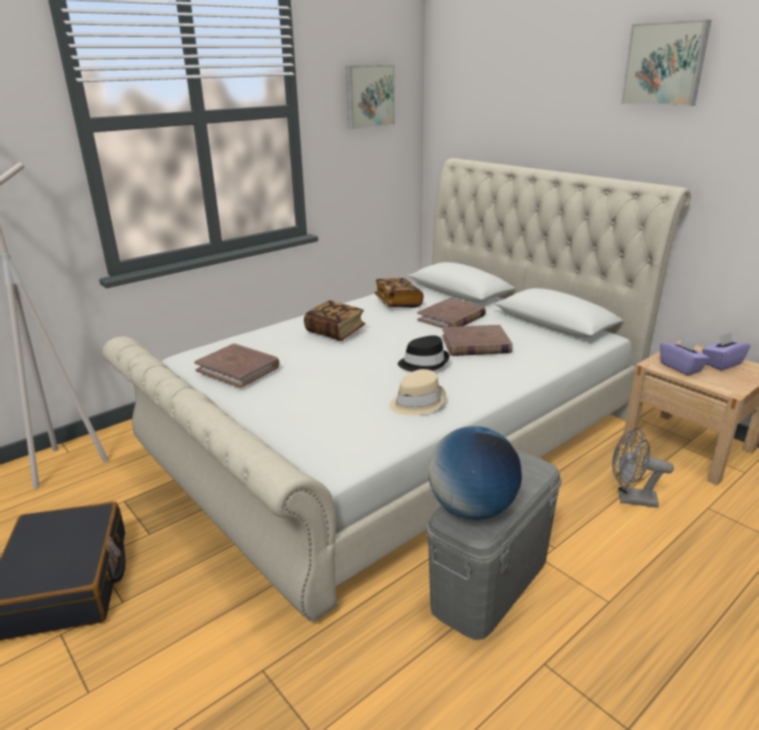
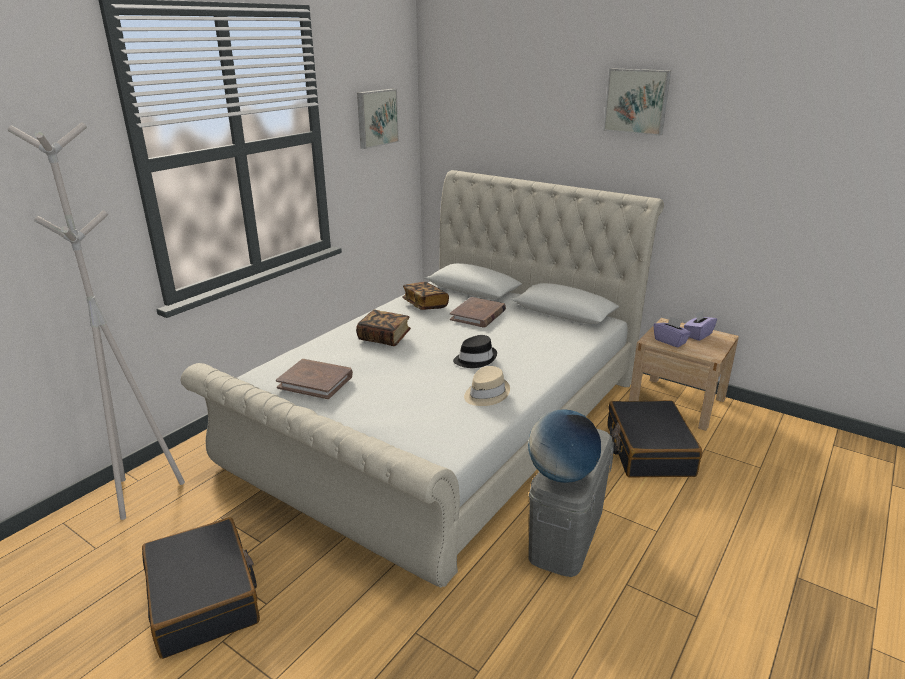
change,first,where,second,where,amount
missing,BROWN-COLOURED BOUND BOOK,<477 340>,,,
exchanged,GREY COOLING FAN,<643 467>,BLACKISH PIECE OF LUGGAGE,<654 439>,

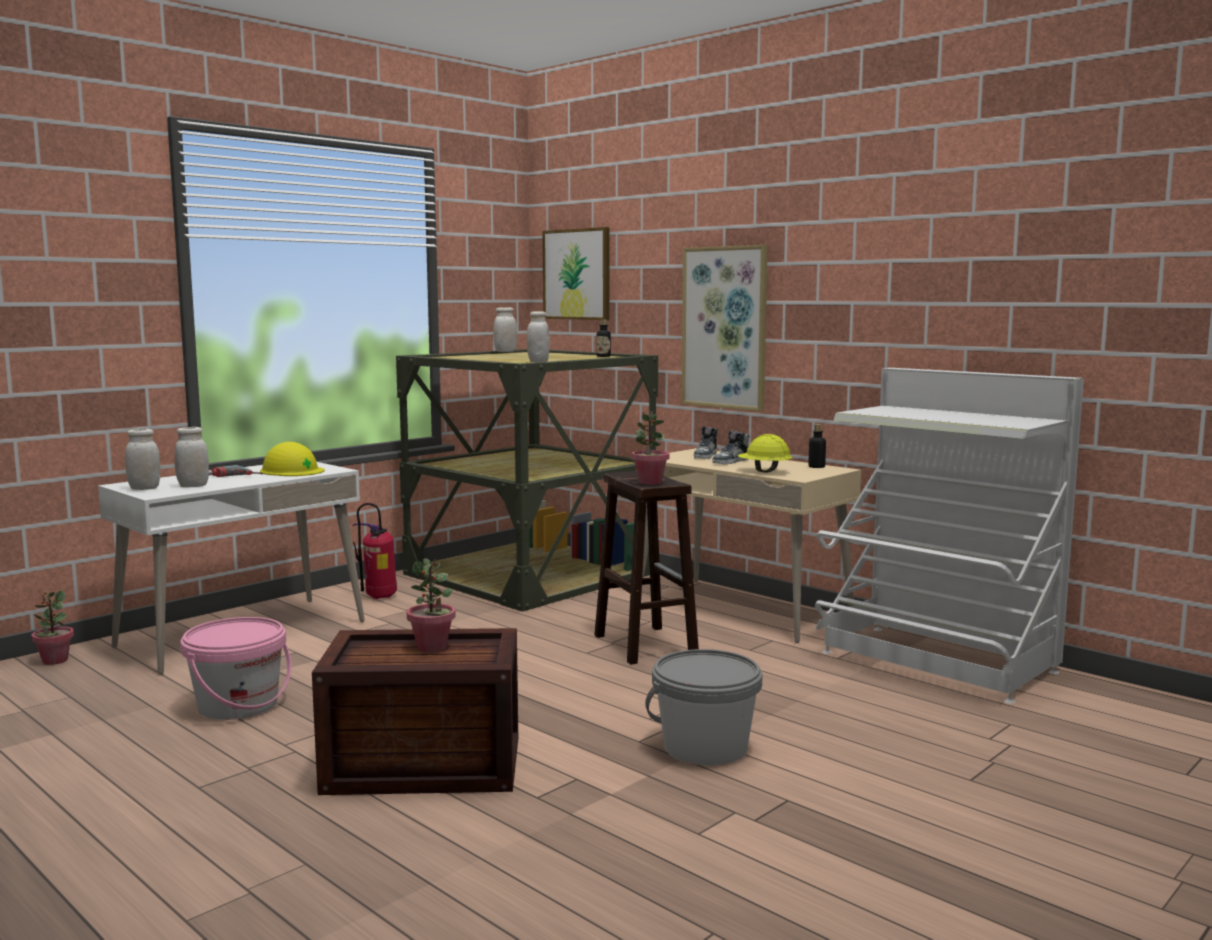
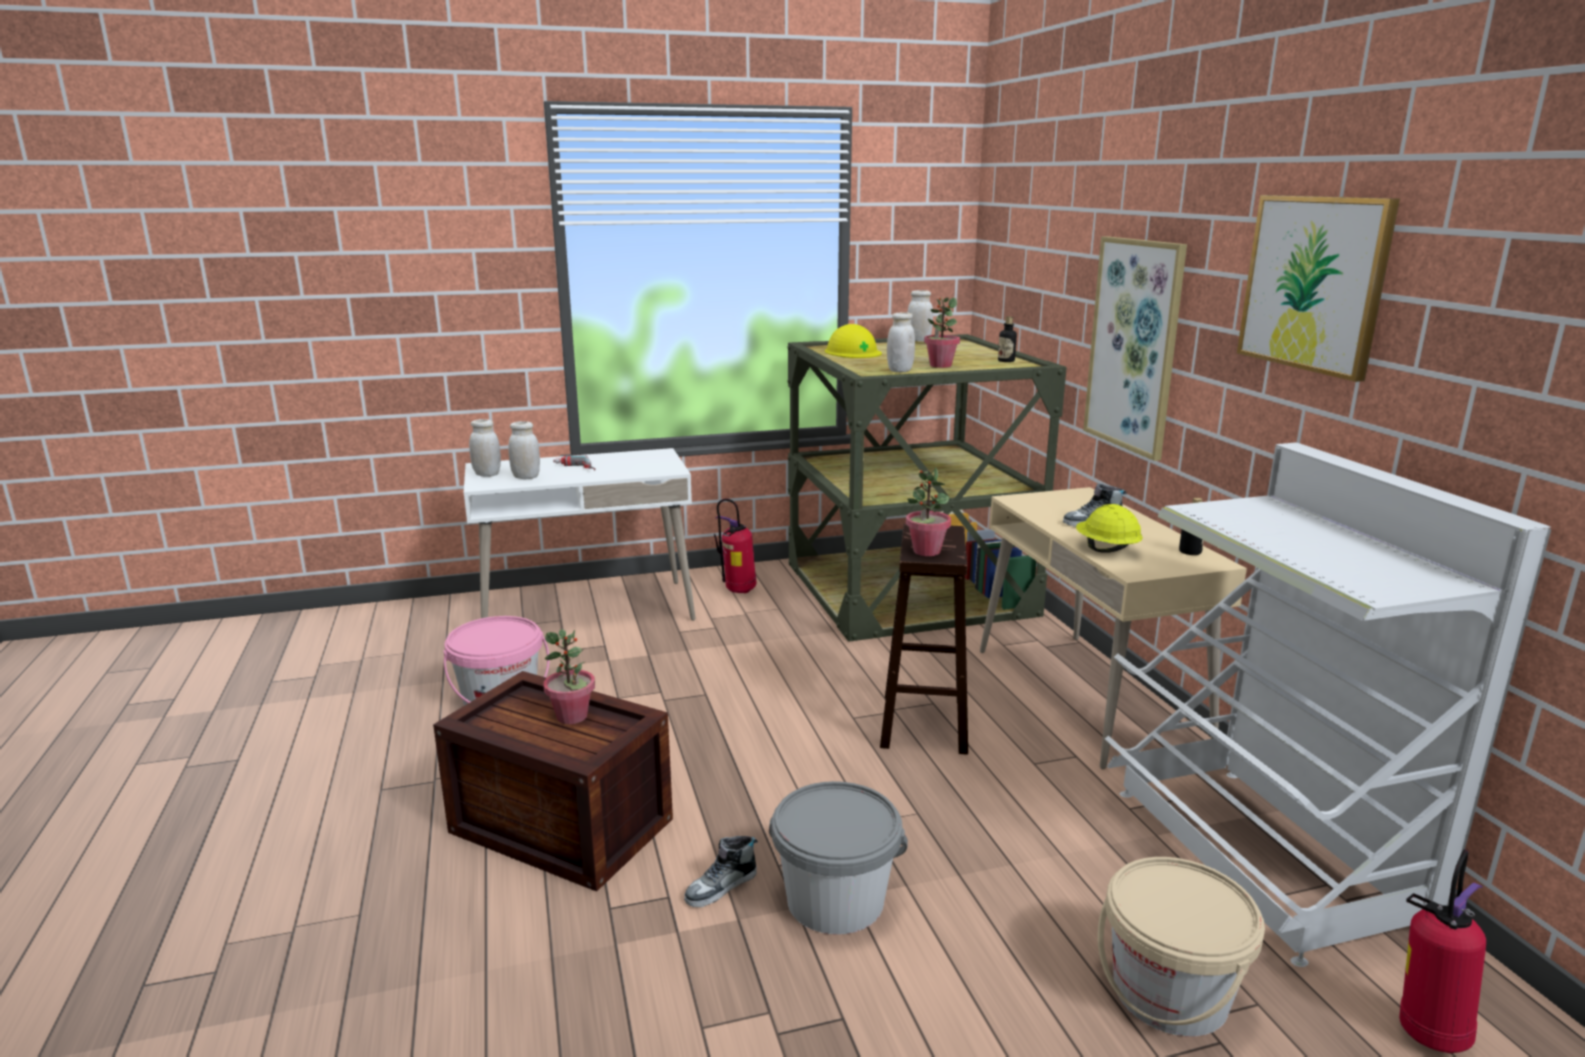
change,first,where,second,where,amount
relocated,PICTURE,<575 273>,,<1318 288>,
relocated,LOW SHOE,<706 442>,,<721 871>,
relocated,YELLOWISH HARD HAT,<292 459>,,<853 341>,
relocated,PLANT IN A POT,<52 627>,,<942 332>,
appeared,,,FIRE EXTINGUISHER,<1442 951>,
appeared,,,BEIGE-COLOURED WATER BUCKET,<1181 946>,

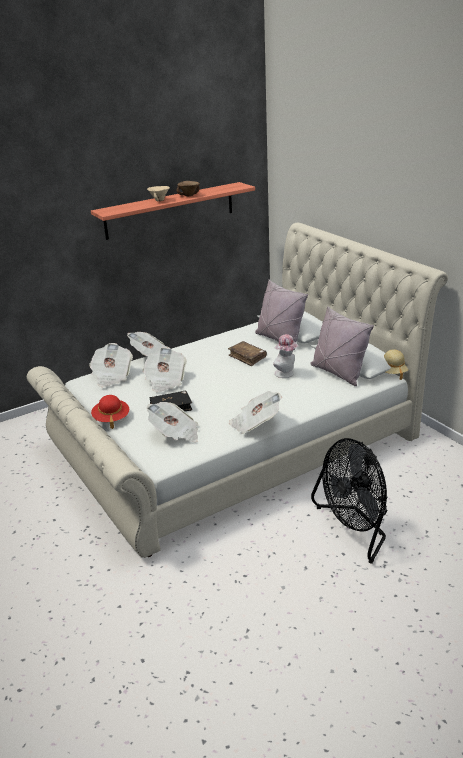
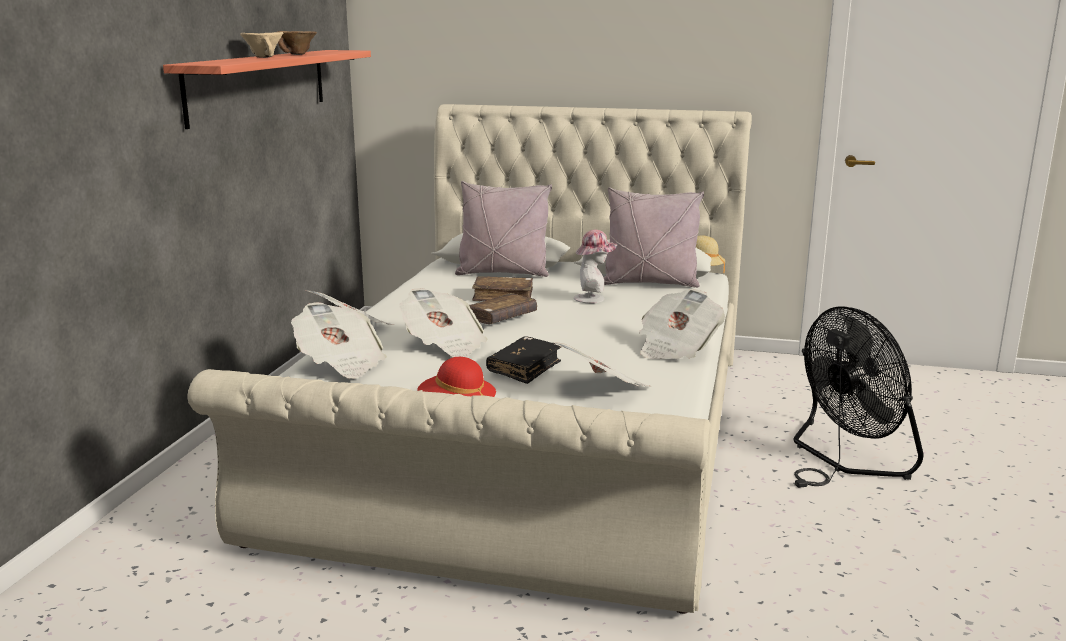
change,first,where,second,where,amount
spun,BLACKISH COOLING FAN,<349 501>,,<858 397>,135 degrees counterclockwise
appeared,,,BROWN-COLOURED BOUND BOOK,<503 308>,

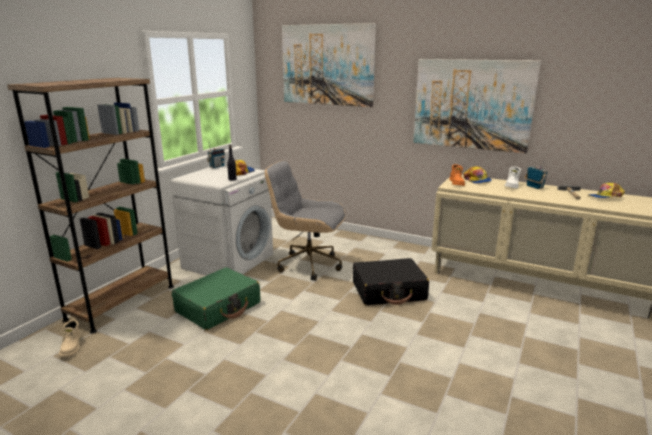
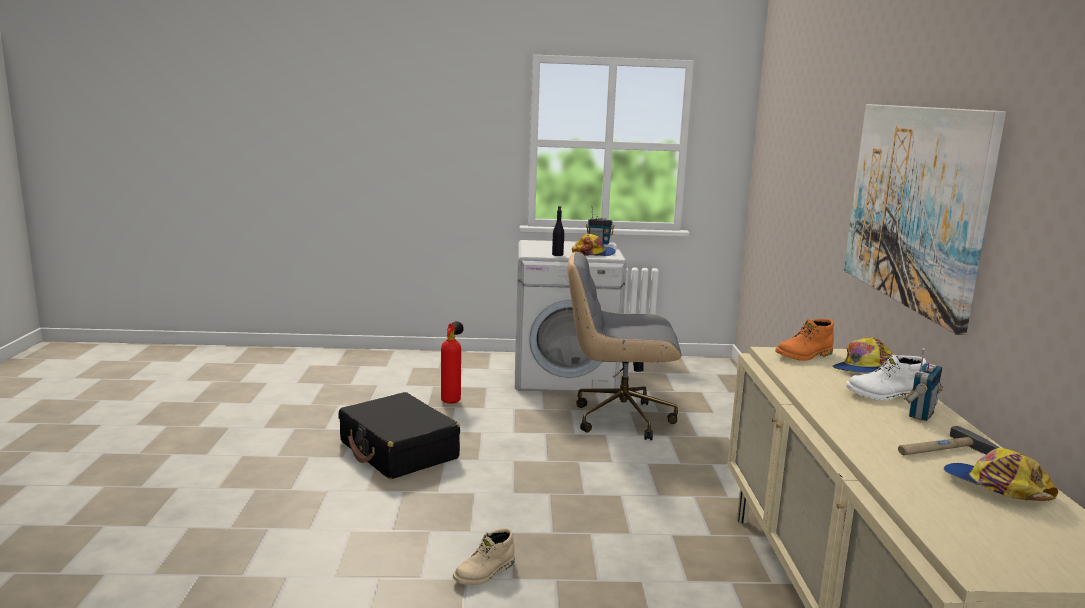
change,first,where,second,where,amount
missing,PICTURE,<329 65>,,,
missing,BROWN-COLOURED SHELVING UNIT,<90 206>,,,
spun,GREY OFFICE CHAIR,<305 220>,,<625 345>,75 degrees counterclockwise
relocated,BLACKISH PIECE OF LUGGAGE,<391 281>,,<399 435>,
exchanged,GREEN PIECE OF LUGGAGE,<216 298>,FIRE EXTINGUISHER,<452 362>,
relocated,BEIGE-COLOURED BOOT,<70 338>,,<484 556>,

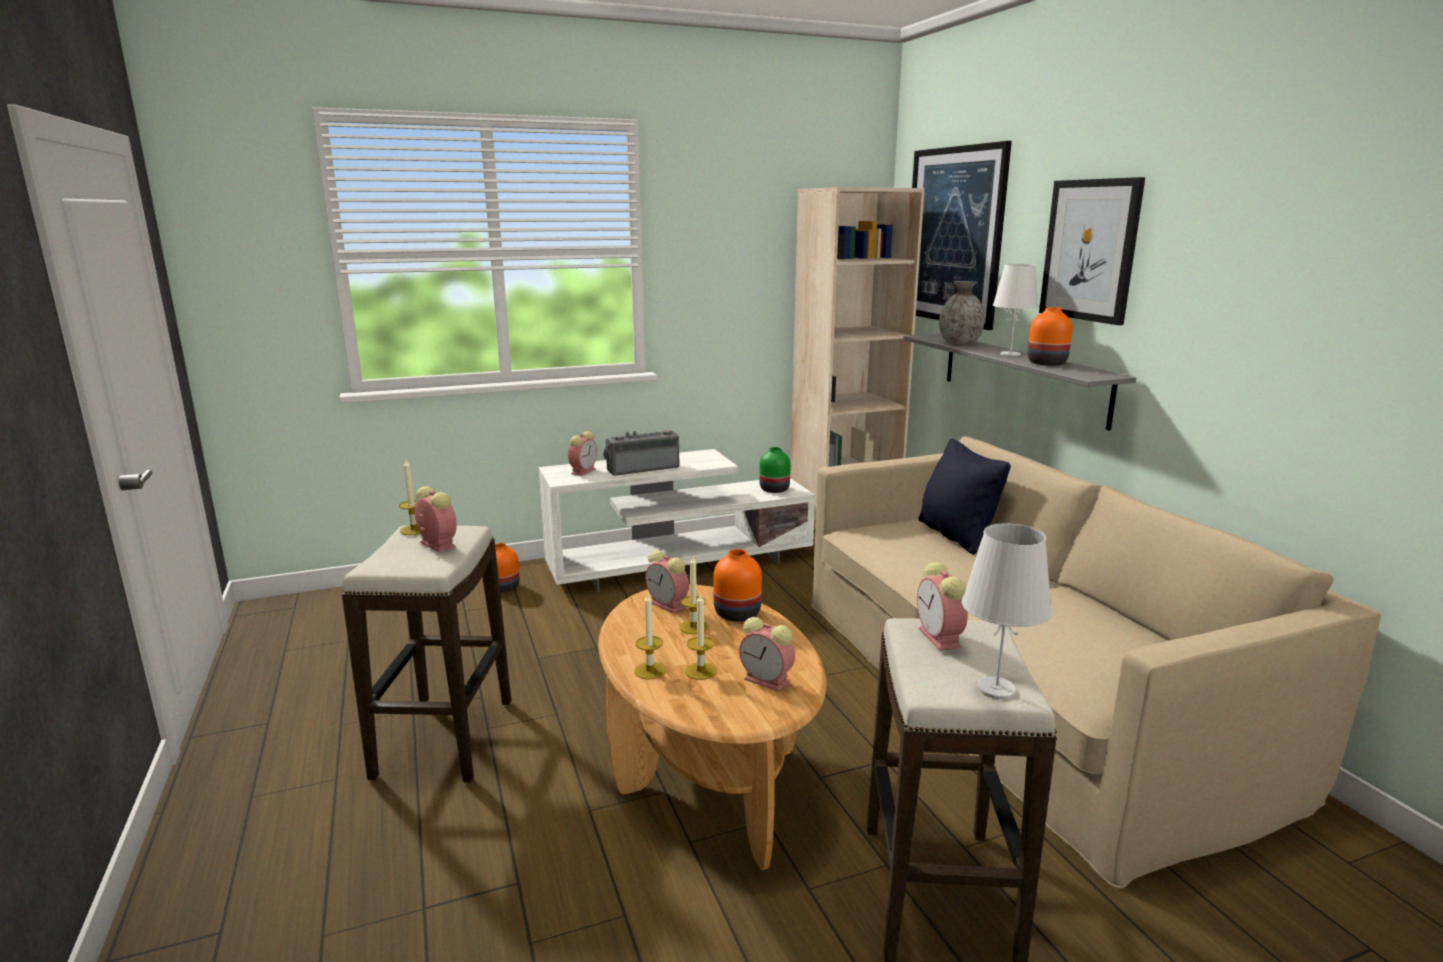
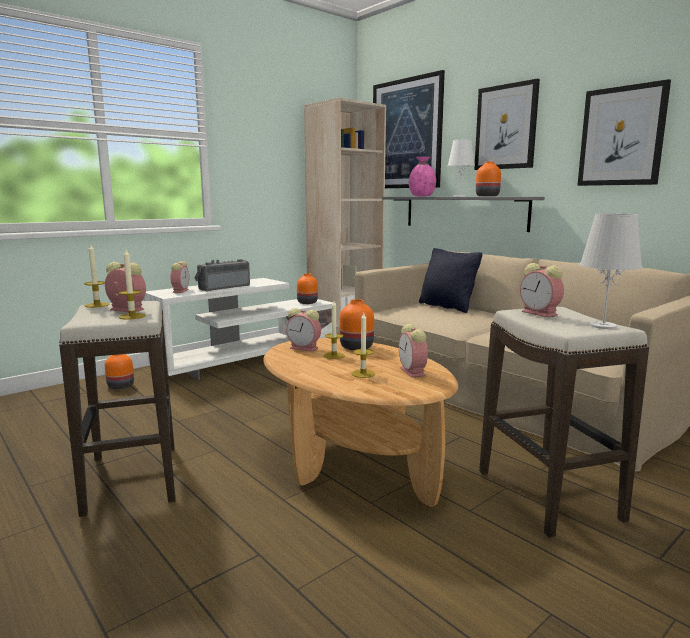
change,first,where,second,where,amount
colour,GREY FLOWER VASE,<962 313>,PINKISH FLOWER VASE,<422 176>,
colour,GREEN FLOWER VASE,<774 470>,ORANGEY FLOWER VASE,<307 288>,
relocated,WAX CANDLE,<650 636>,,<132 284>,
spun,BEDSIDE CLOCK,<767 654>,,<413 351>,60 degrees clockwise
appeared,,,PICTURE,<624 132>,

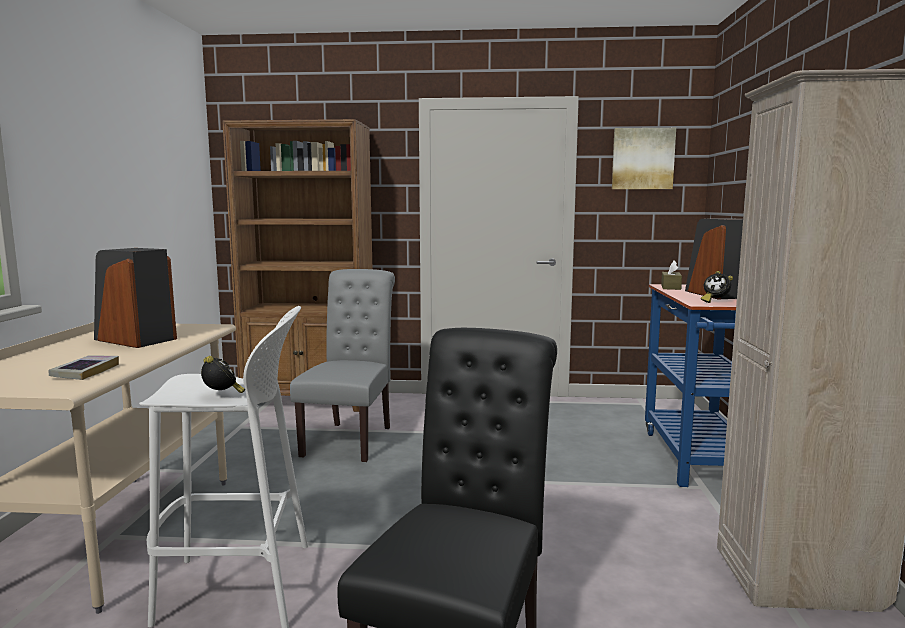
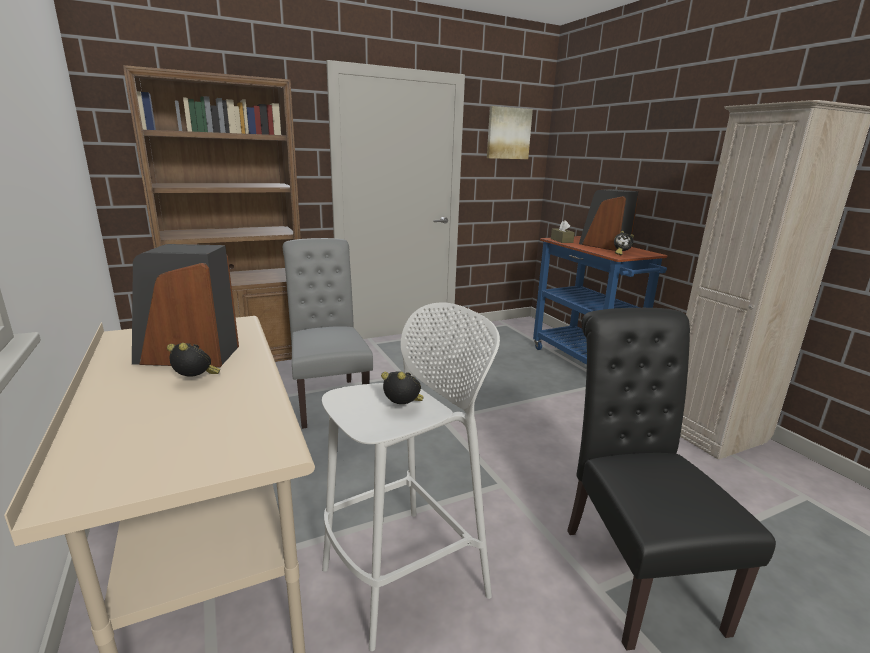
change,first,where,second,where,amount
missing,BOUND BOOK,<84 367>,,,
appeared,,,BEDSIDE CLOCK,<193 360>,

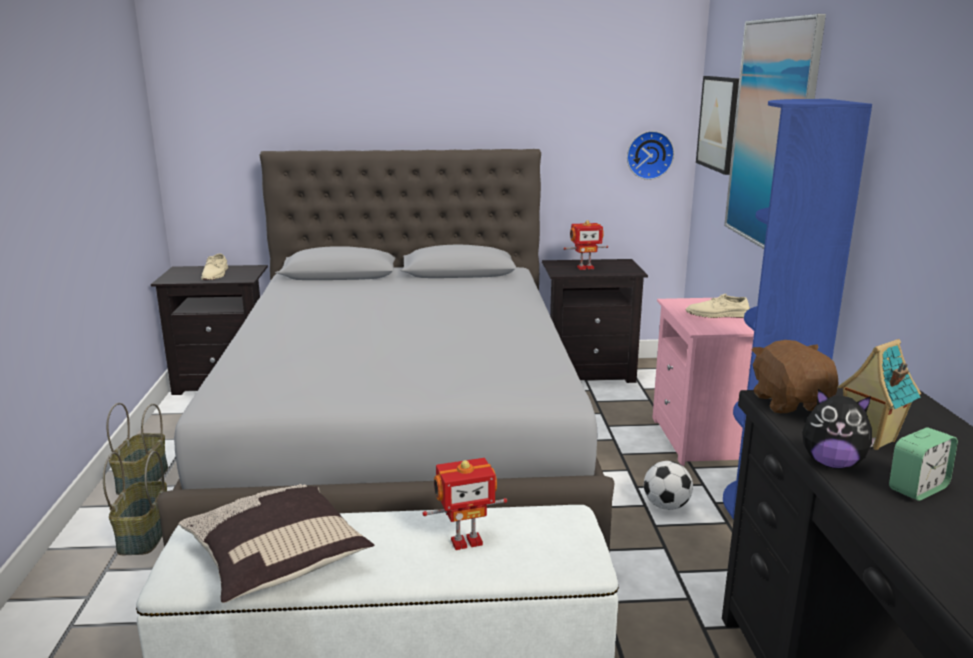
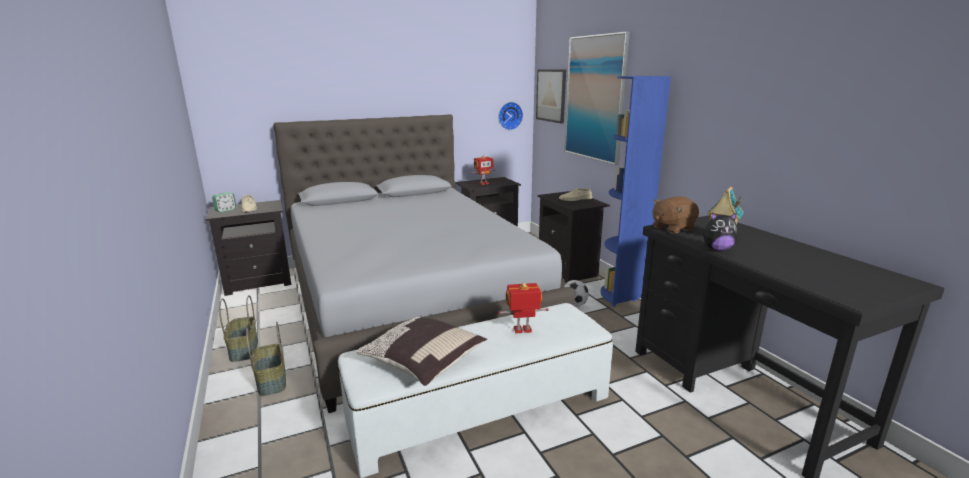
change,first,where,second,where,amount
colour,PINKISH NIGHTSTAND,<703 382>,BLACKISH NIGHTSTAND,<573 237>,
spun,BROWN-COLOURED SOFT TOY,<795 376>,,<675 215>,90 degrees counterclockwise
relocated,BEDSIDE CLOCK,<923 464>,,<224 202>,
spun,ROBOT FIGURE,<464 504>,,<523 308>,150 degrees counterclockwise

